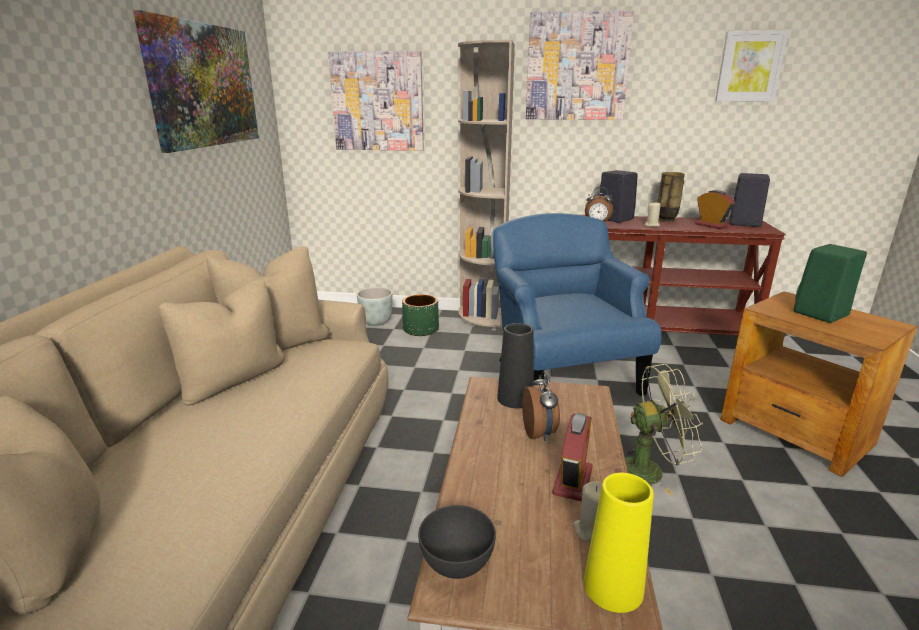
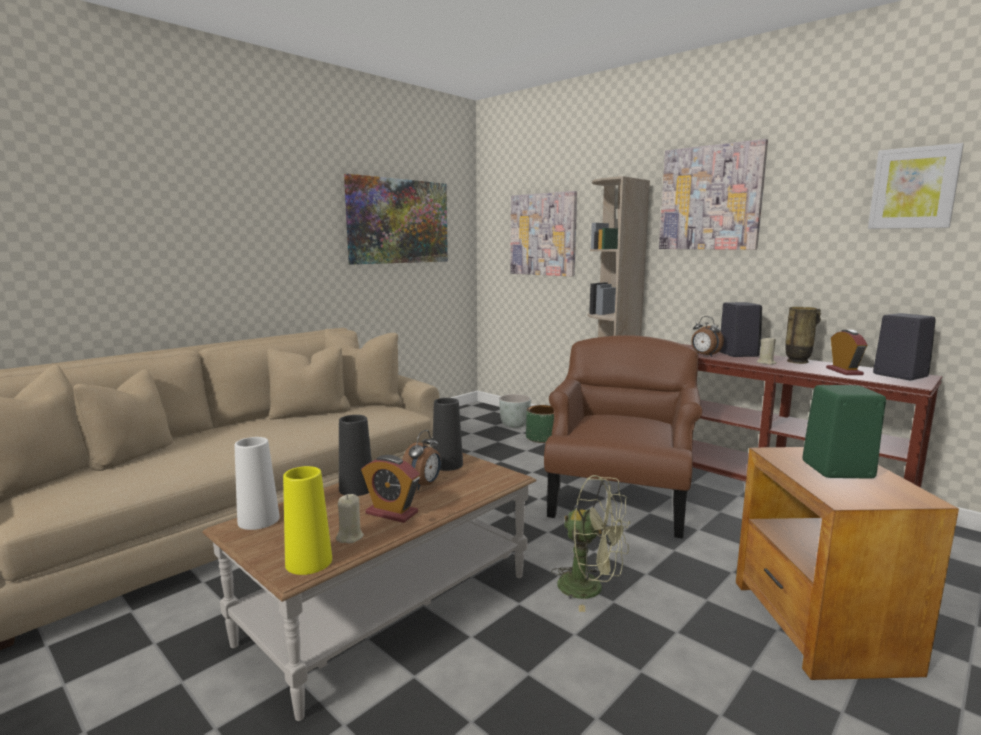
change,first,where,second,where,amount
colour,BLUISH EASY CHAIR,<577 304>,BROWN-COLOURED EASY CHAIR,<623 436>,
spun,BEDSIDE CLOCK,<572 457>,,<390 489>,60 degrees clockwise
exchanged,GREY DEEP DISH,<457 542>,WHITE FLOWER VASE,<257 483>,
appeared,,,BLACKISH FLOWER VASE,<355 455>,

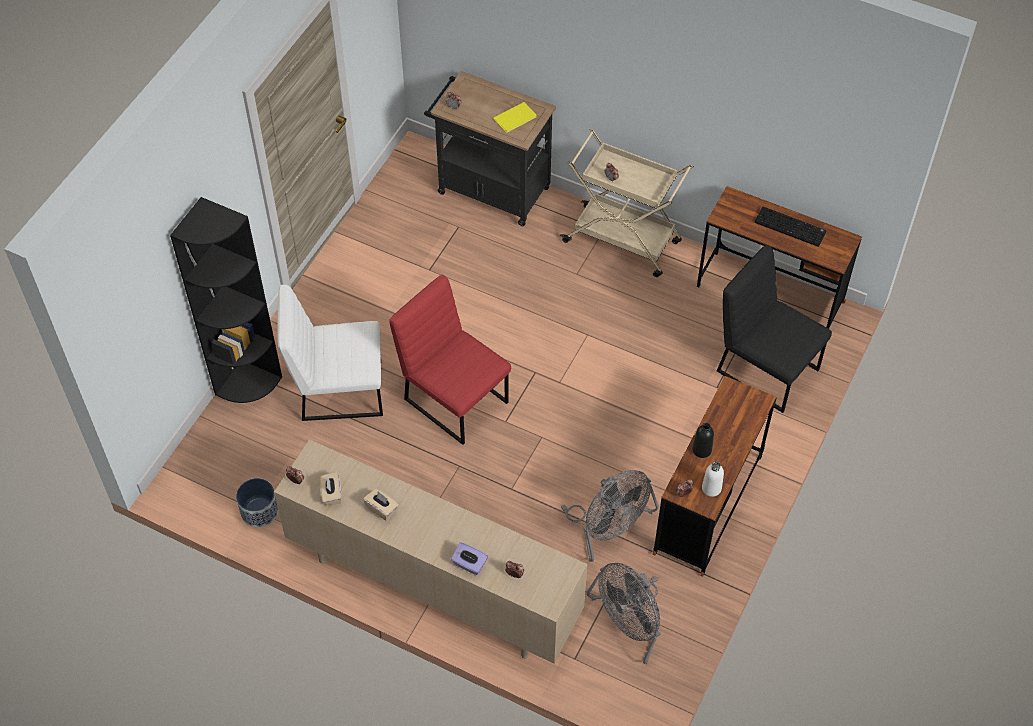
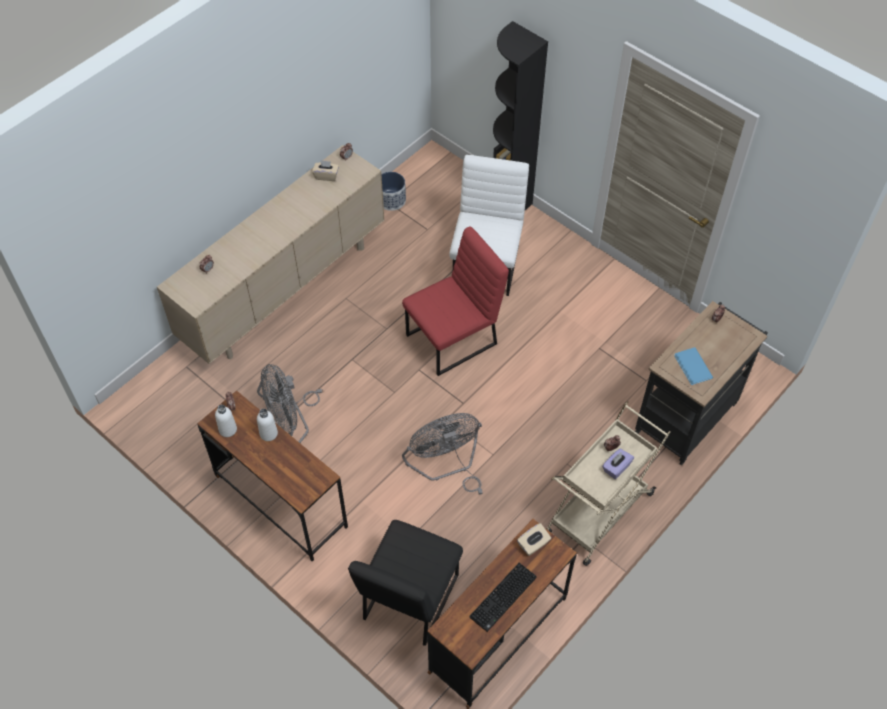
change,first,where,second,where,amount
colour,YELLOWISH BOUND BOOK,<515 117>,BLUISH BOUND BOOK,<693 366>,
spun,BLACKISH CHAIR,<774 329>,,<405 583>,150 degrees clockwise
colour,BLACKISH BOTTLE,<703 440>,WHITE BOTTLE,<267 425>,
relocated,BEIGE-COLOURED BOX OF TISSUES,<381 505>,,<534 539>,
relocated,PURPLE-COLOURED BOX OF TISSUES,<469 558>,,<618 464>,
relocated,GREY COOLING FAN,<624 613>,,<442 454>,

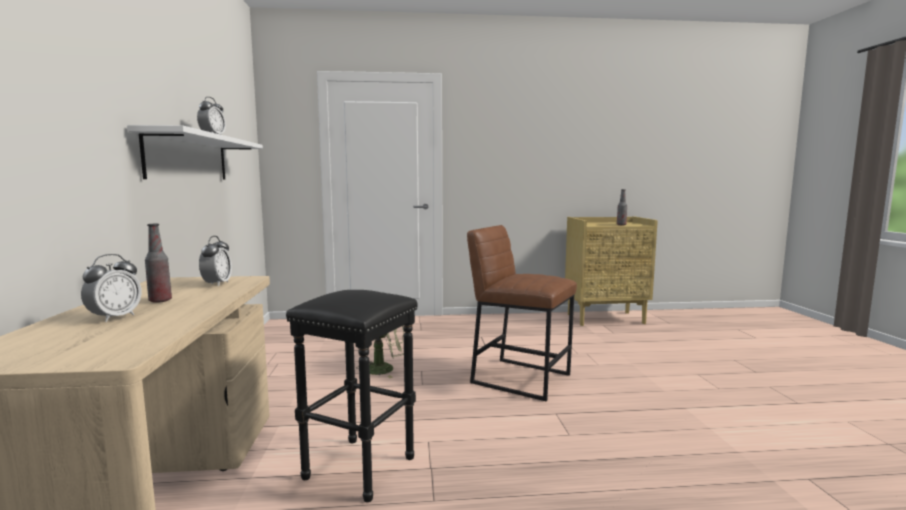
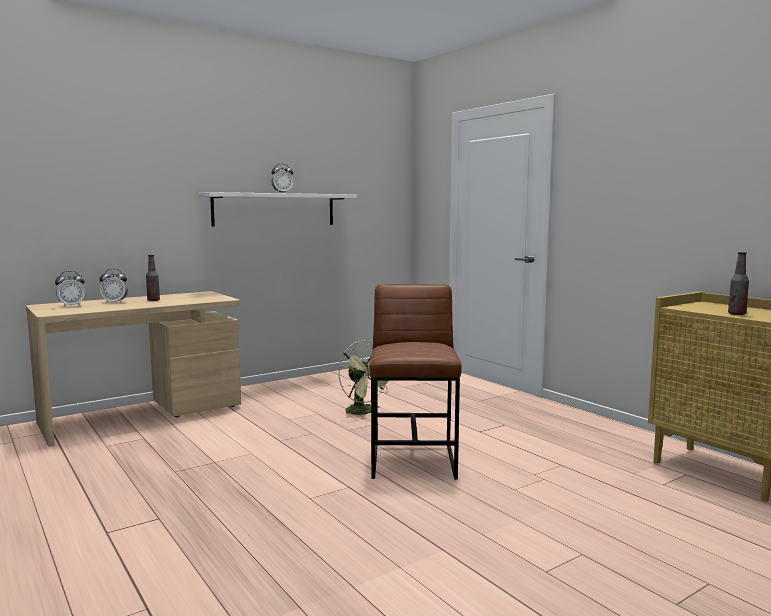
change,first,where,second,where,amount
relocated,BEDSIDE CLOCK,<215 261>,,<70 289>,
missing,BLACKISH SITTING STOOL,<352 396>,,,

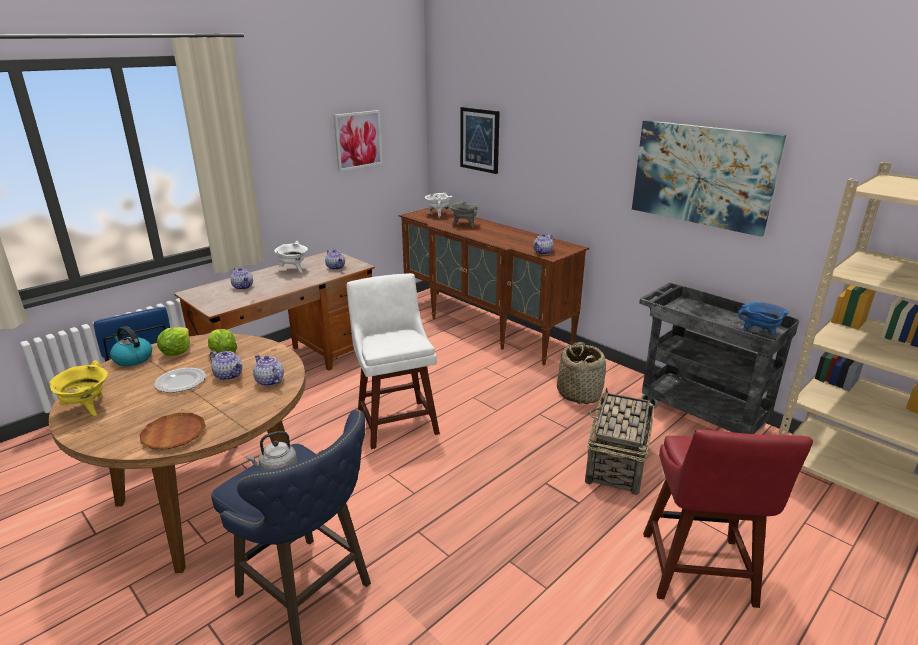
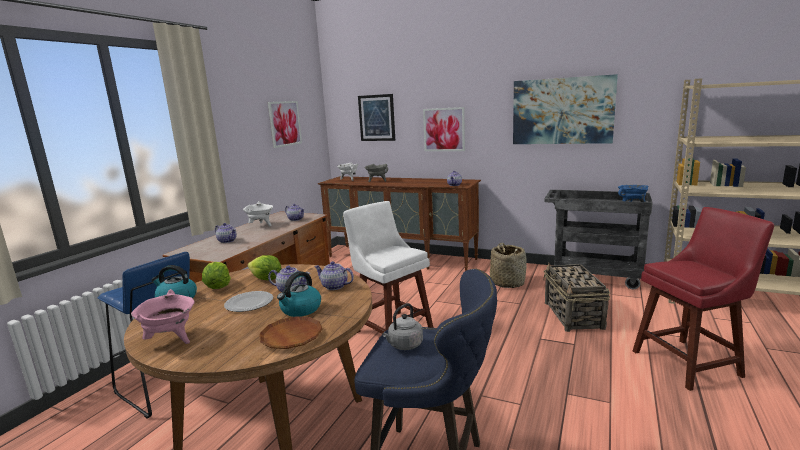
change,first,where,second,where,amount
colour,YELLOWISH SAUCEPOT,<78 388>,PINKISH SAUCEPOT,<163 316>,
spun,RED CHAIR,<728 518>,,<703 299>,90 degrees counterclockwise
appeared,,,PICTURE,<444 129>,
appeared,,,TEA KETTLE,<299 294>,

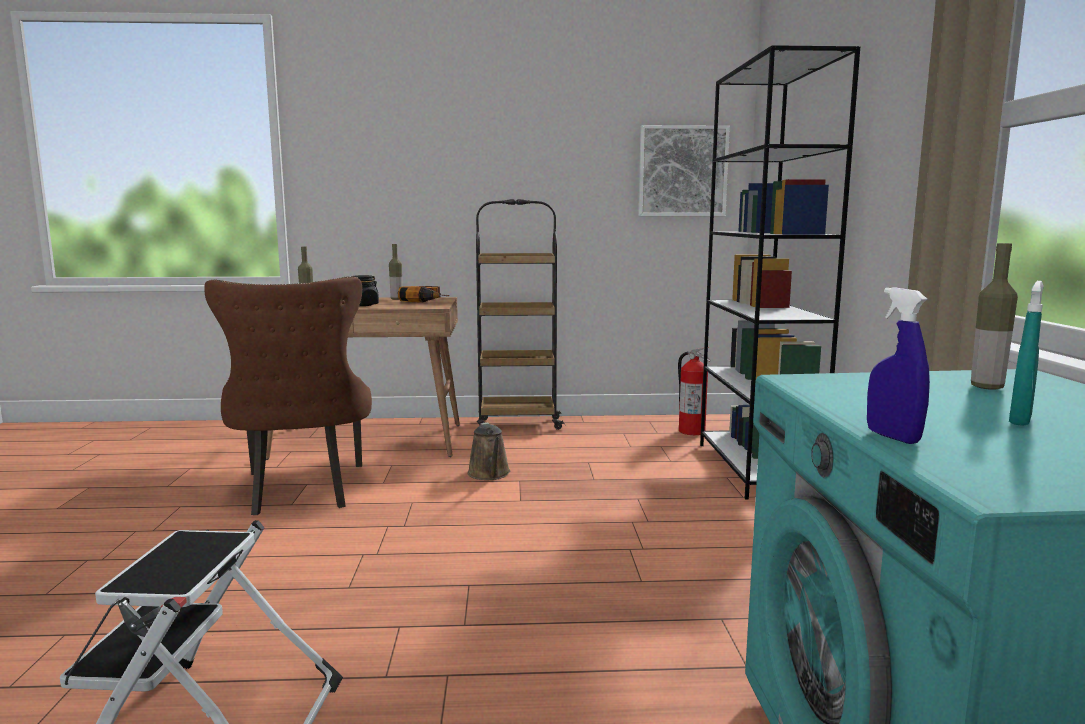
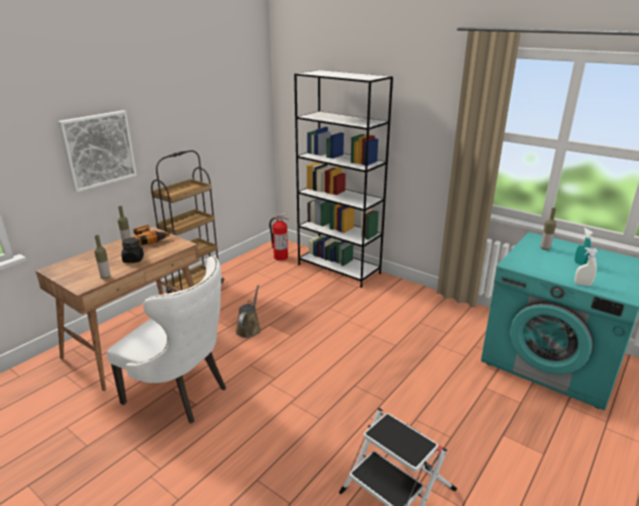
change,first,where,second,where,amount
relocated,PICTURE,<684 170>,,<97 151>,
colour,BROWN-COLOURED CHAIR,<288 395>,WHITE CHAIR,<166 339>,
colour,BLUISH SPRAY BOTTLE,<898 365>,WHITE SPRAY BOTTLE,<586 267>,
spun,BROWN-COLOURED WATERING POT,<488 451>,,<248 311>,105 degrees counterclockwise

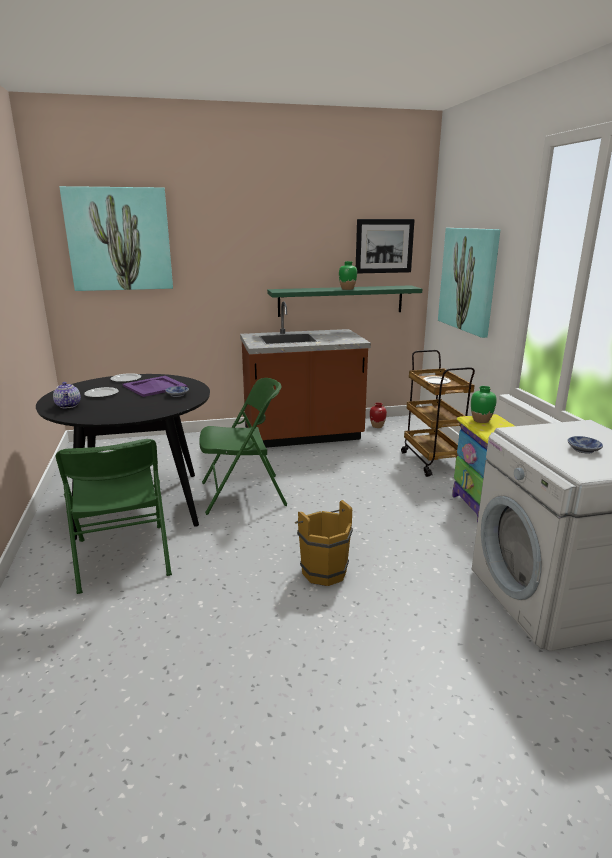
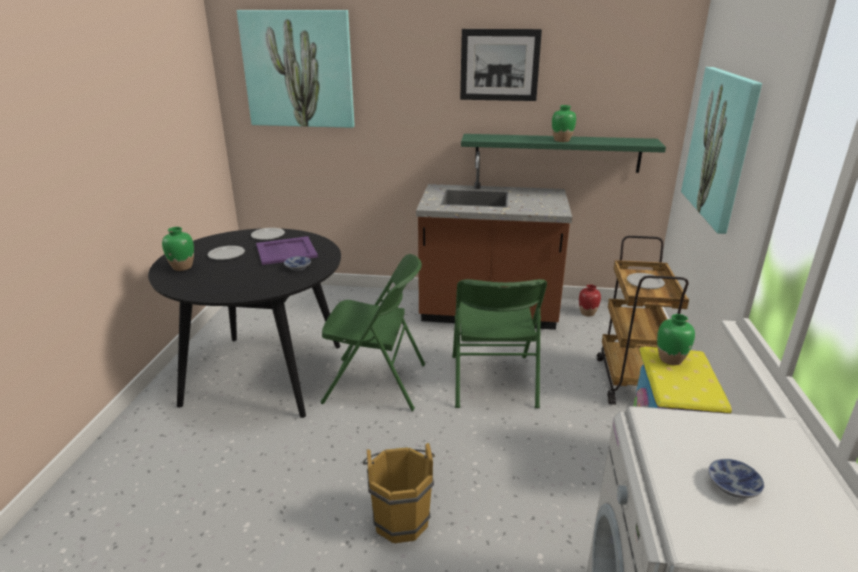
change,first,where,second,where,amount
relocated,PICTURE,<385 246>,,<501 65>,
exchanged,TEA POT,<67 395>,GREEN FLOWER VASE,<178 249>,
relocated,GREEN CHAIR,<114 516>,,<499 343>,

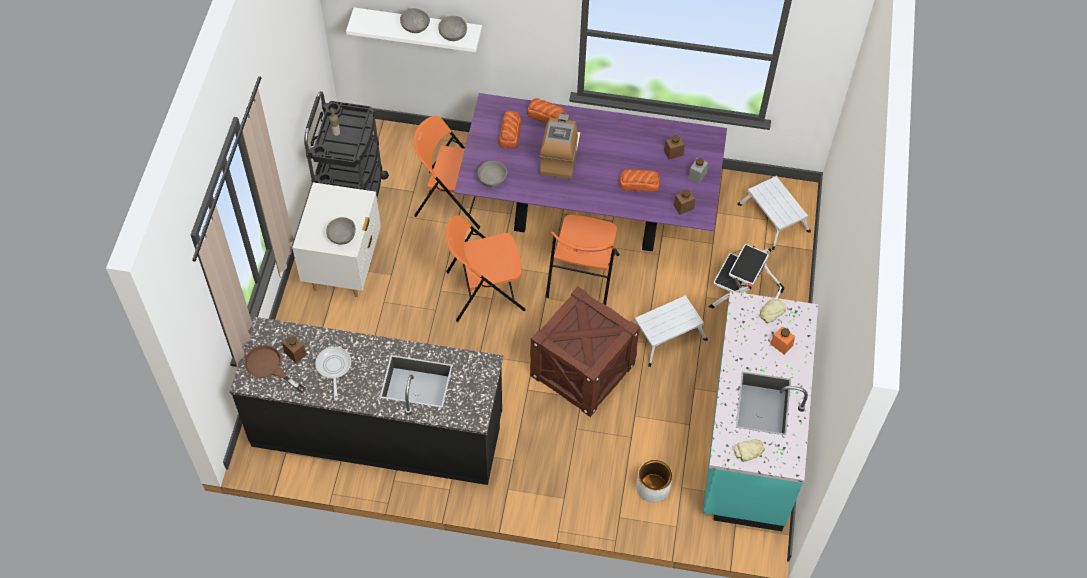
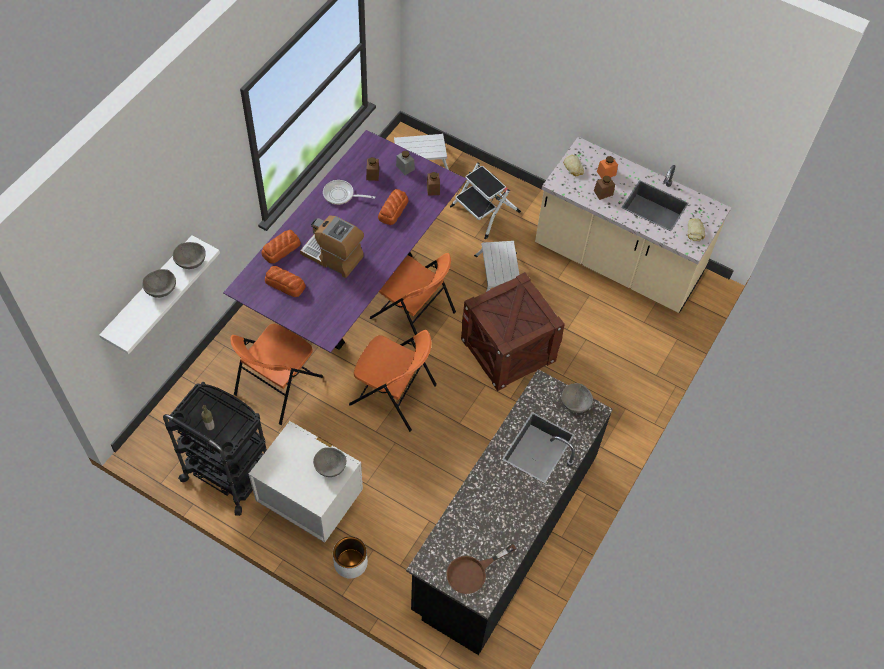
change,first,where,second,where,amount
relocated,GREY DEEP DISH,<492 174>,,<577 398>,
spun,ORANGEY CHAIR,<485 268>,,<393 381>,75 degrees counterclockwise
colour,BLUE-GREEN KITCHEN COUNTER,<760 411>,BEIGE-COLOURED KITCHEN COUNTER,<633 225>,
relocated,BROWN-COLOURED PRESERVE JAR,<295 349>,,<604 188>,
relocated,SKILLET,<333 374>,,<349 192>,
relocated,WHITE PLANT POT,<654 481>,,<350 557>,

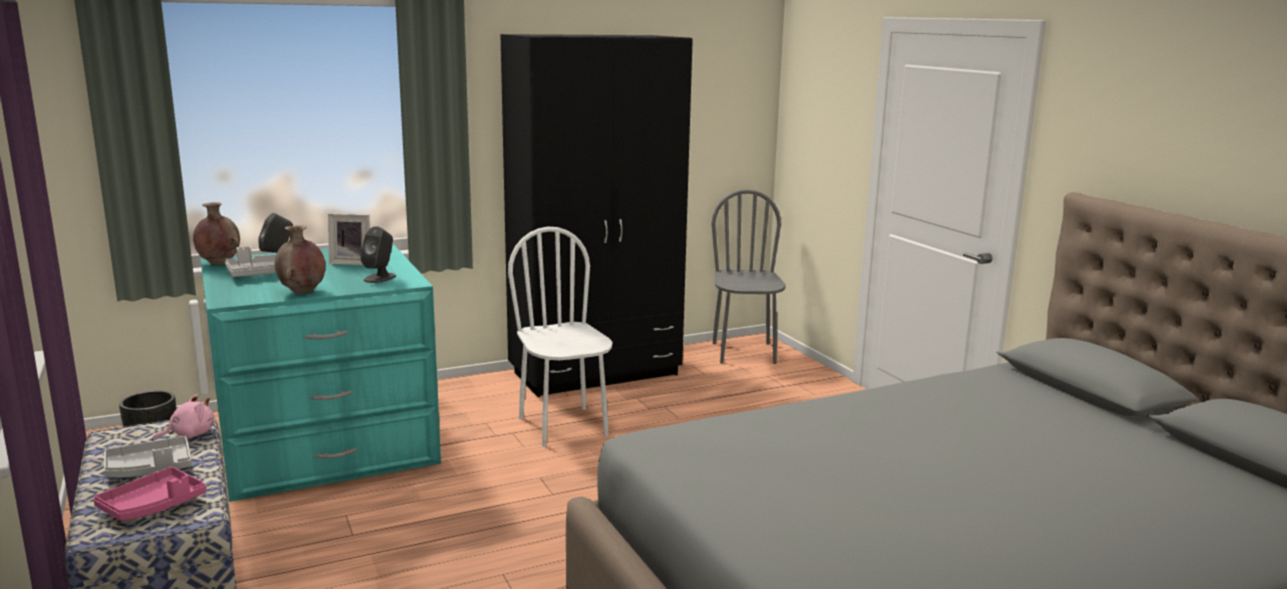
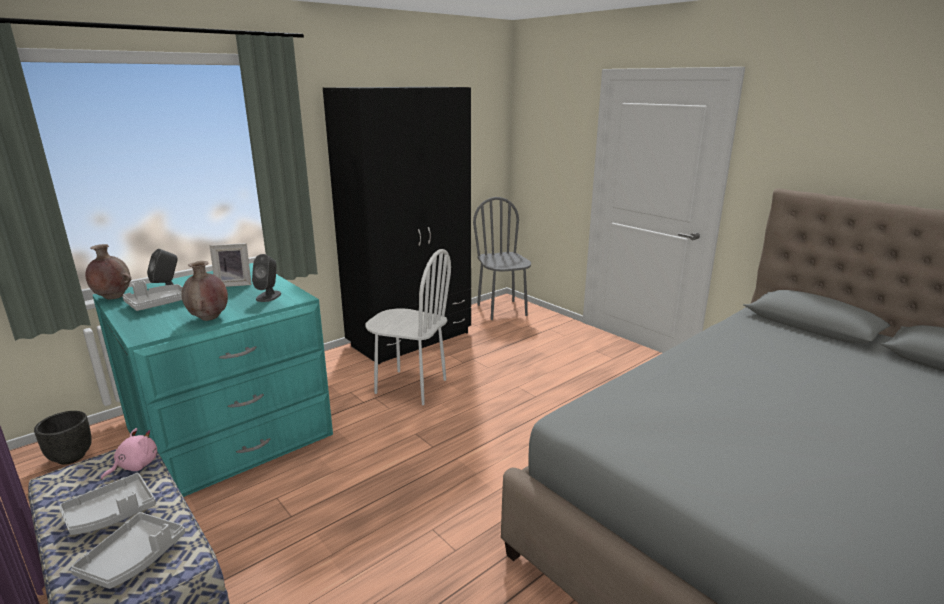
change,first,where,second,where,amount
spun,WHITE CHAIR,<560 337>,,<408 327>,150 degrees clockwise
colour,PINKISH CARRYING TRAY,<149 494>,GREY CARRYING TRAY,<127 550>,

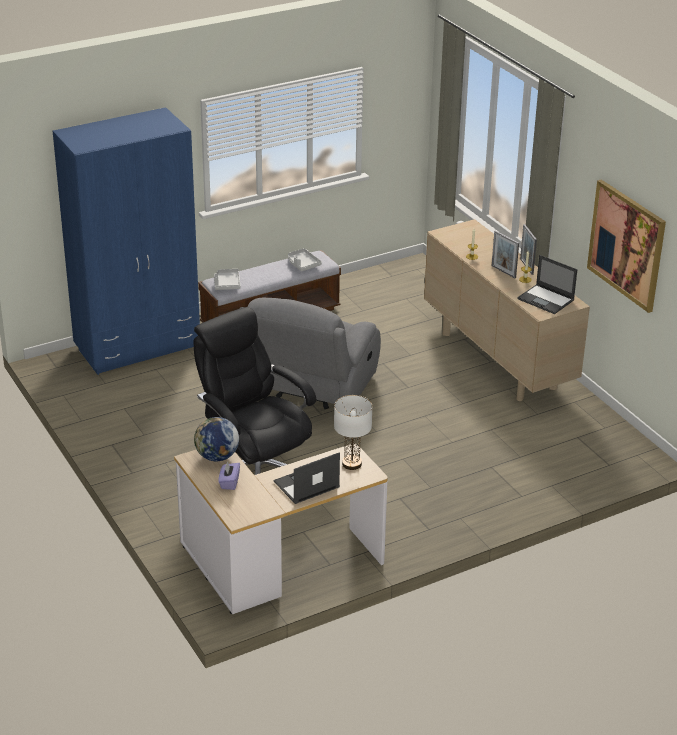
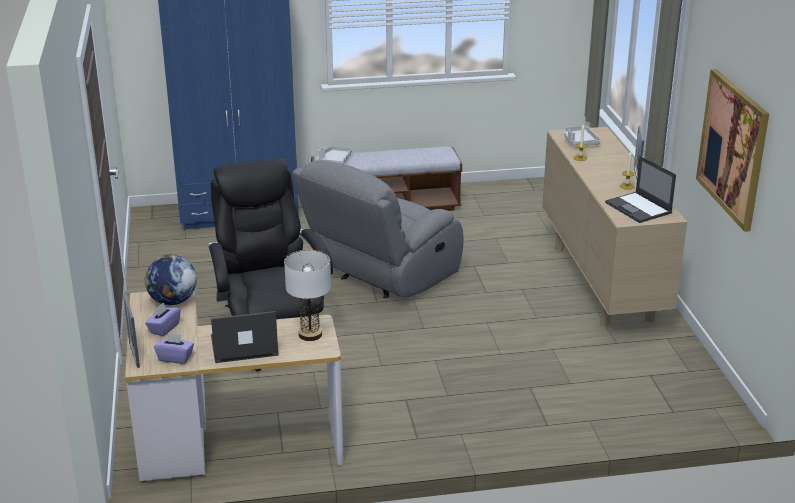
change,first,where,second,where,amount
relocated,PHOTO FRAME,<505 254>,,<131 331>,
relocated,GREY CARRYING TRAY,<305 259>,,<582 136>,
appeared,,,PURPLE-COLOURED BOX OF TISSUES,<174 348>,

